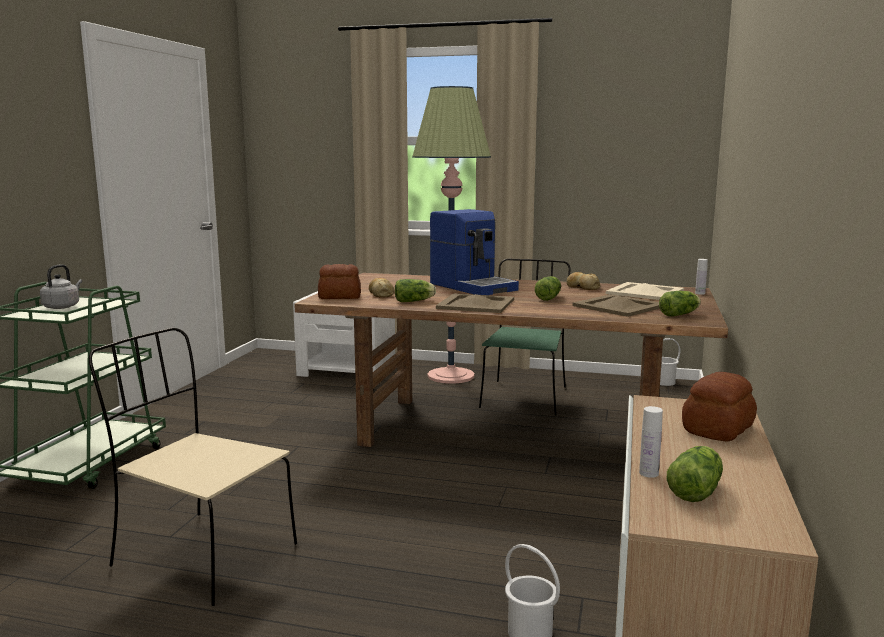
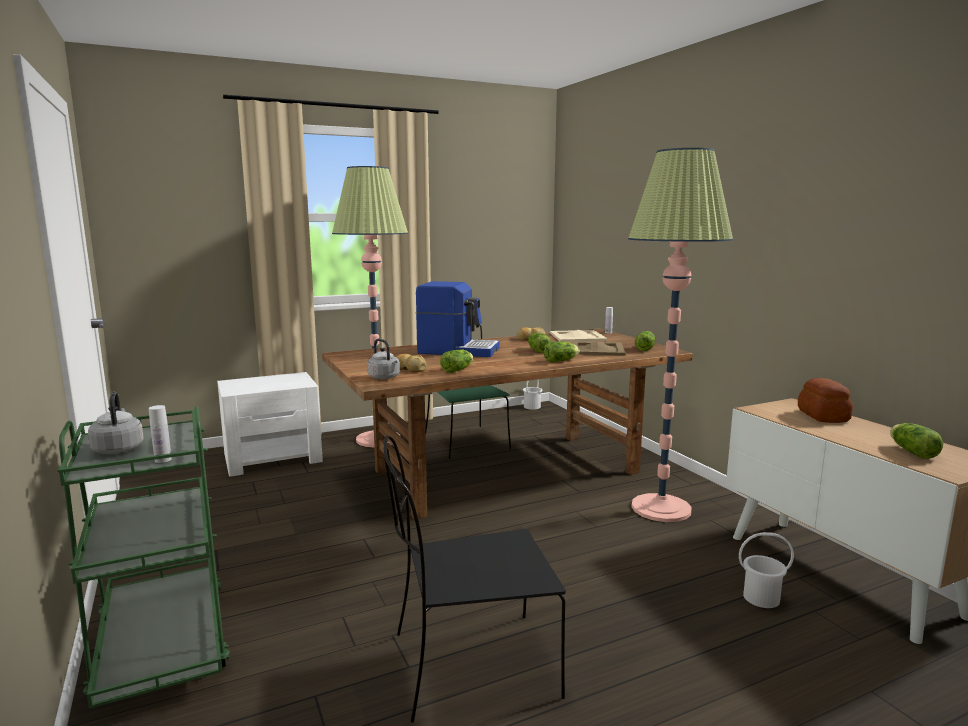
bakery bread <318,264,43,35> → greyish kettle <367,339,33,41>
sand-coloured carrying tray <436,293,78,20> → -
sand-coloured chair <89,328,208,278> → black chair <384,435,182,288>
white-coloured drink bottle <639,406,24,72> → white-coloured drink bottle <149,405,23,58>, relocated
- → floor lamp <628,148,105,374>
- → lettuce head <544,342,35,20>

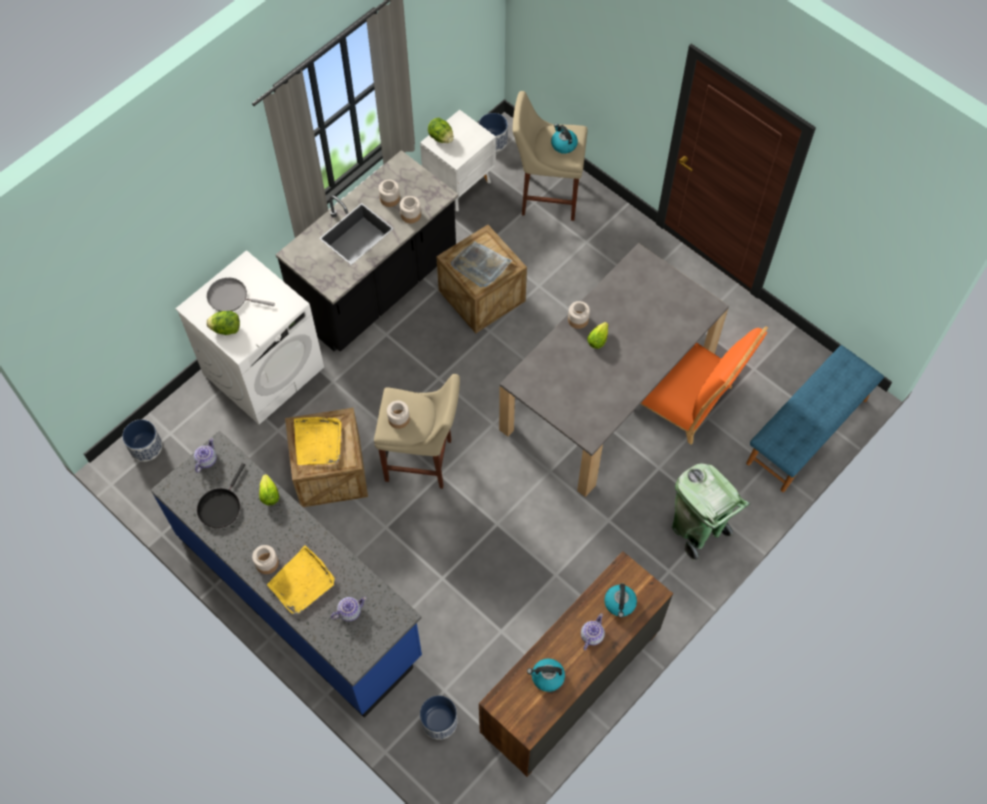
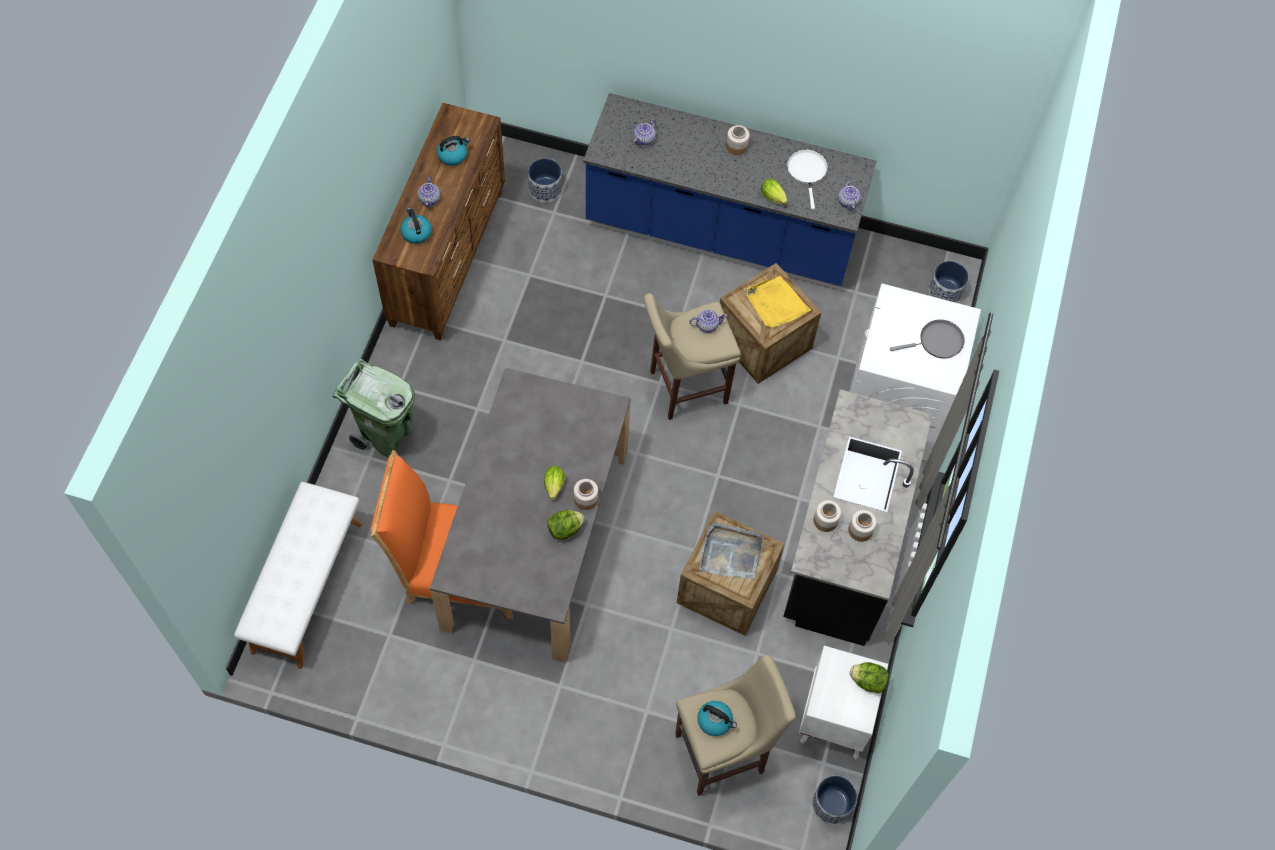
lettuce head <206,311,34,24> → lettuce head <547,510,38,30>, relocated
blue-coloured bench <746,345,138,147> → white-coloured bench <234,482,127,187>
storage jar <387,401,23,28> → pot for tea <689,310,38,23>
black skillet <197,463,48,65> → white-coloured skillet <787,149,41,60>
yellow-coloured carrying tray <267,545,68,69> → -

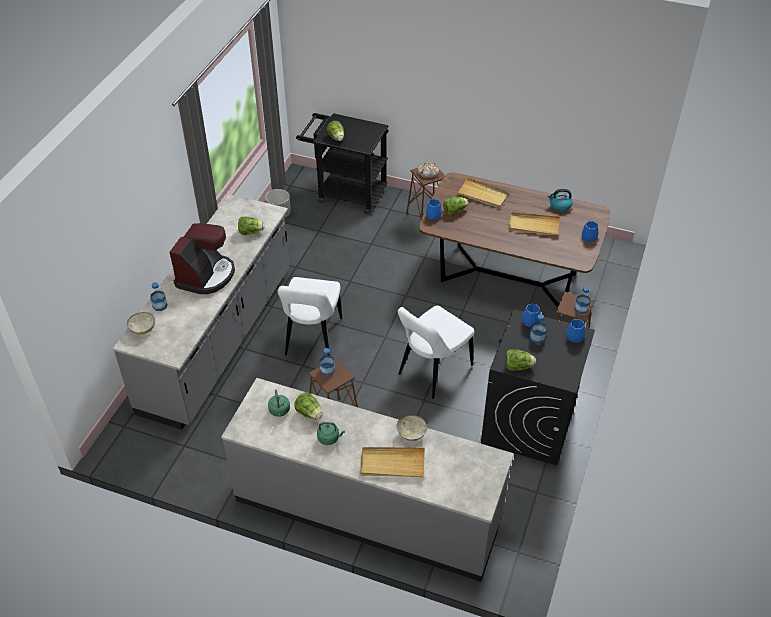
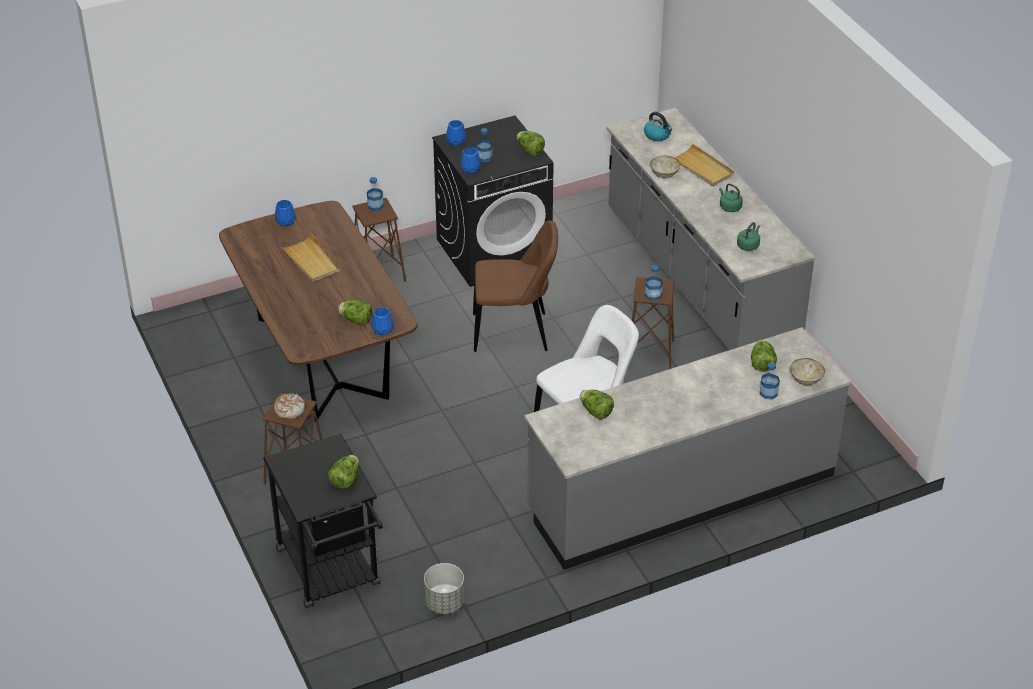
sand-coloured carrying tray <456,177,53,31> → -
kettle <548,189,25,23> → kettle <644,112,28,29>, relocated
coffee maker <169,223,66,71> → -
white-coloured chair <398,306,77,93> → brownish chair <473,220,85,132>
lettuce head <294,392,28,28> → lettuce head <751,340,26,31>, relocated

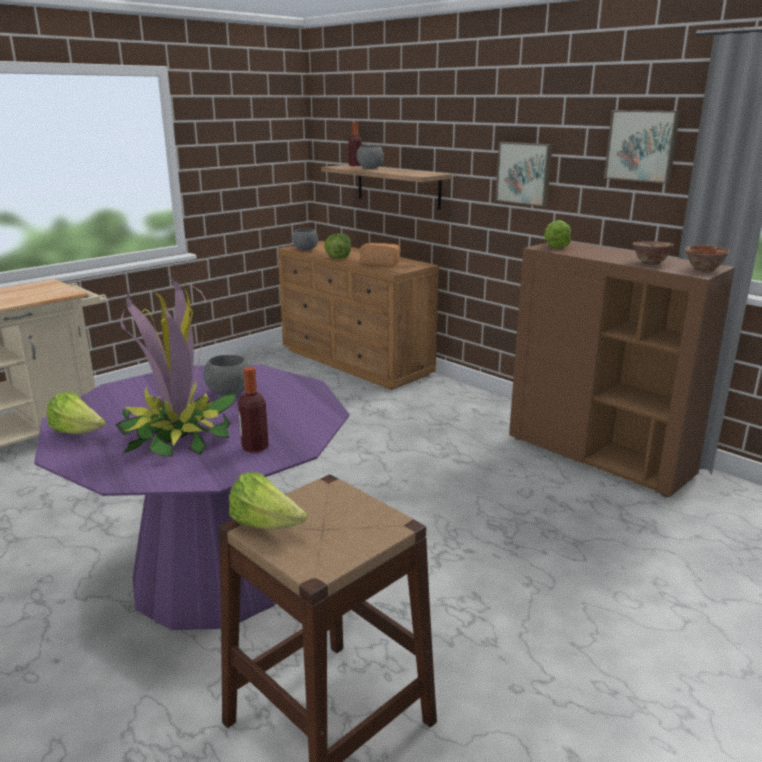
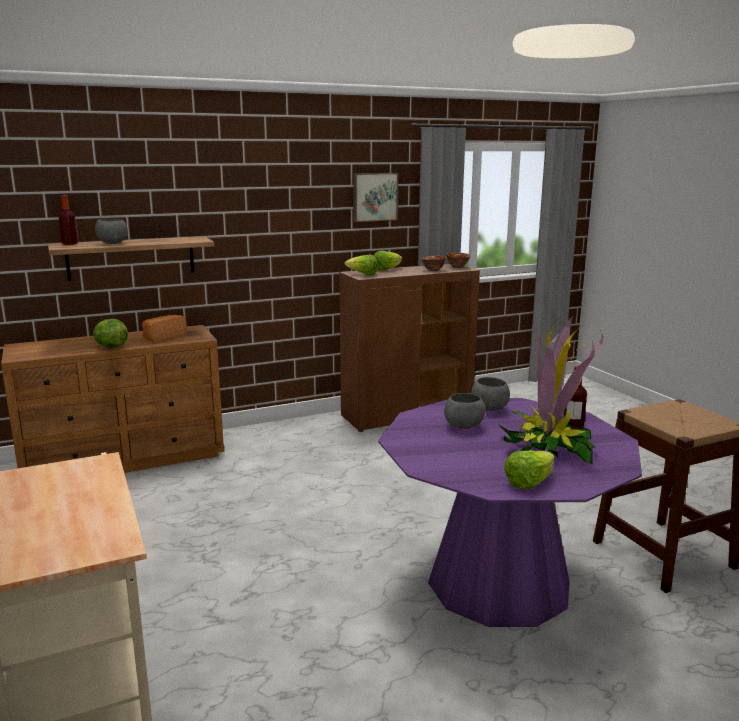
wall picture <495,142,58,65> → -
greyish deep dish <292,228,26,22> → greyish deep dish <471,377,39,34>, relocated
lettuce head <229,472,79,57> → lettuce head <374,251,28,20>, relocated

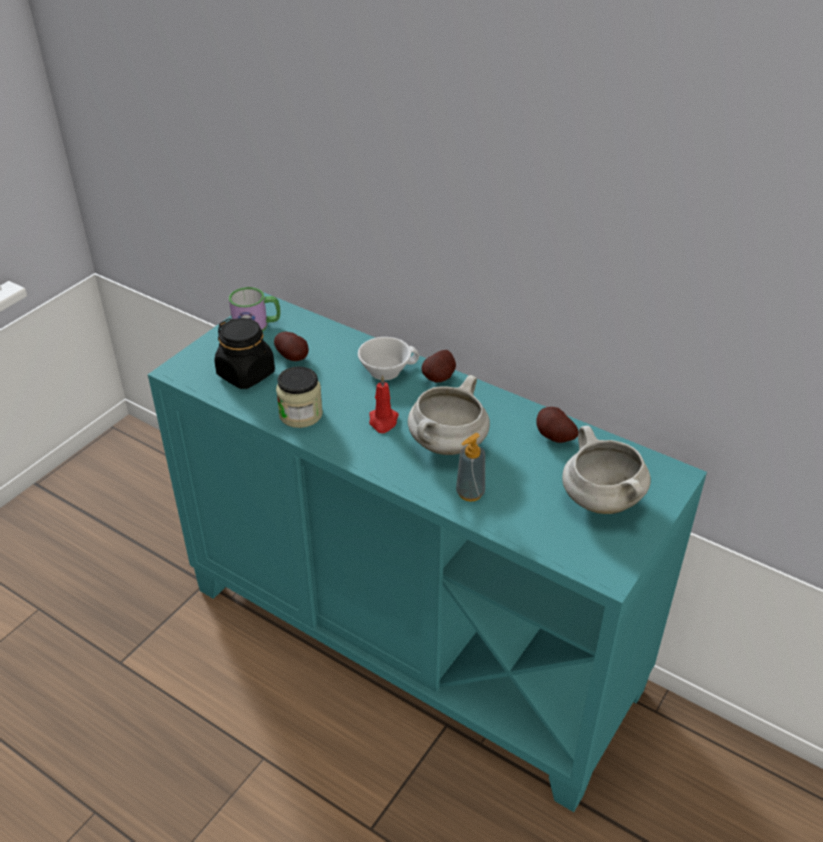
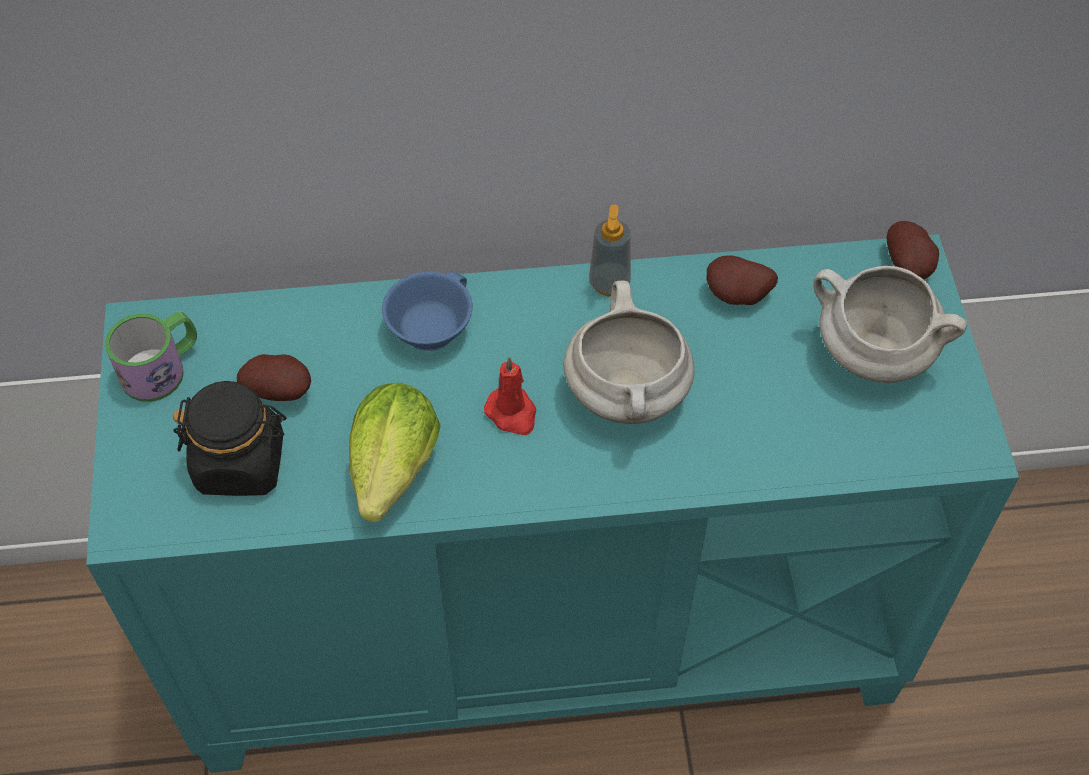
white-coloured drinking cup <358,337,61,43> → blue-coloured drinking cup <382,272,91,79>
potato <422,350,34,33> → potato <887,221,52,58>, relocated
storage jar <276,366,47,62> → lettuce head <349,383,92,139>
liquid soap bottle <456,433,29,69> → liquid soap bottle <589,204,42,92>, relocated

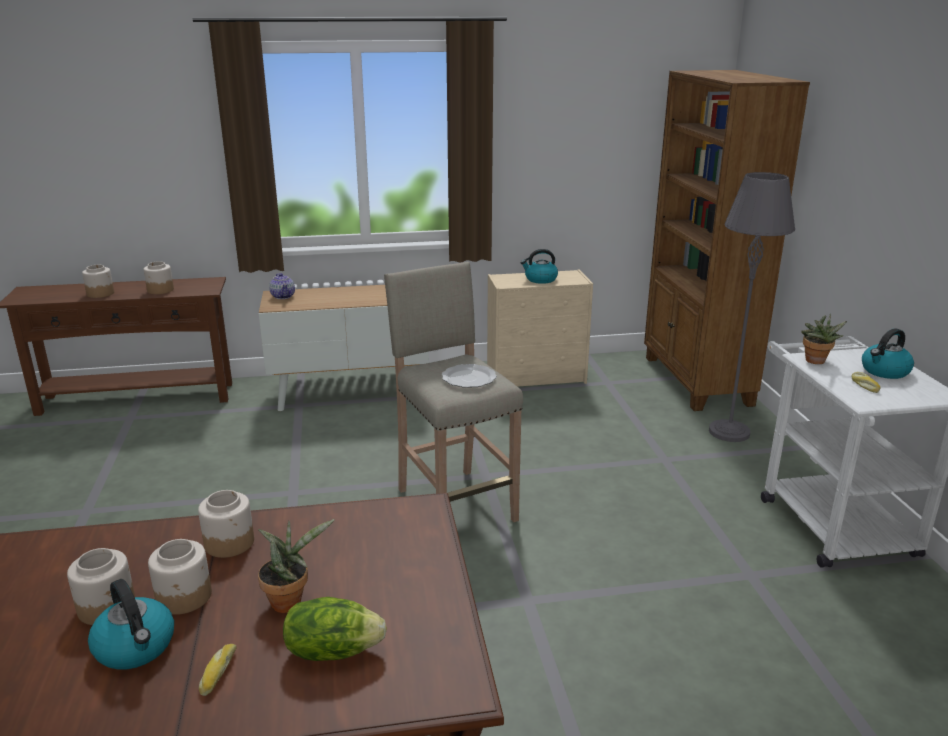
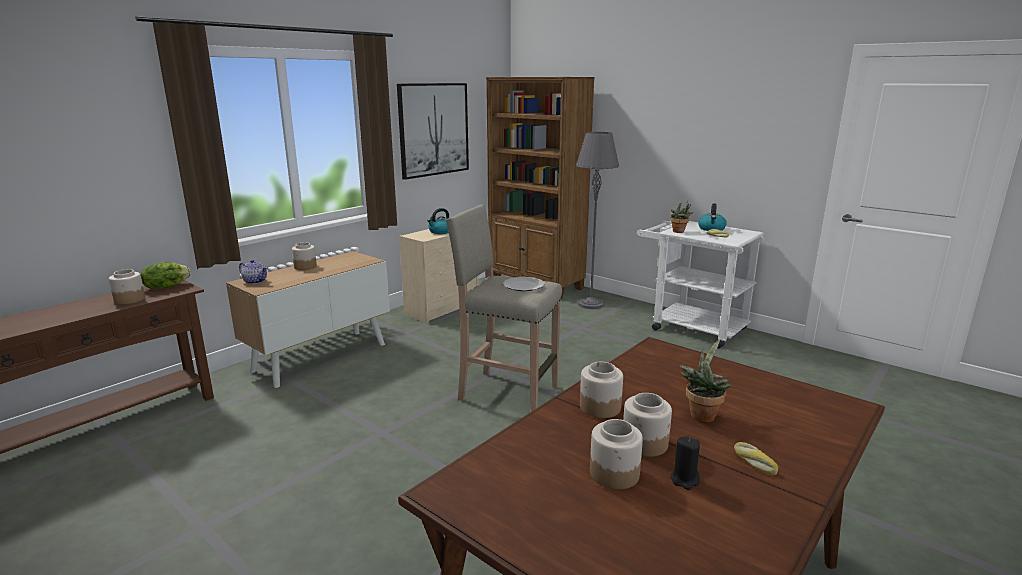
storage jar <82,265,32,33> → storage jar <292,242,25,28>, relocated
kettle <88,579,86,91> → black wax candle <670,436,30,54>
lettuce head <283,597,104,64> → lettuce head <141,262,50,27>, relocated
- → wall picture <397,83,72,97>

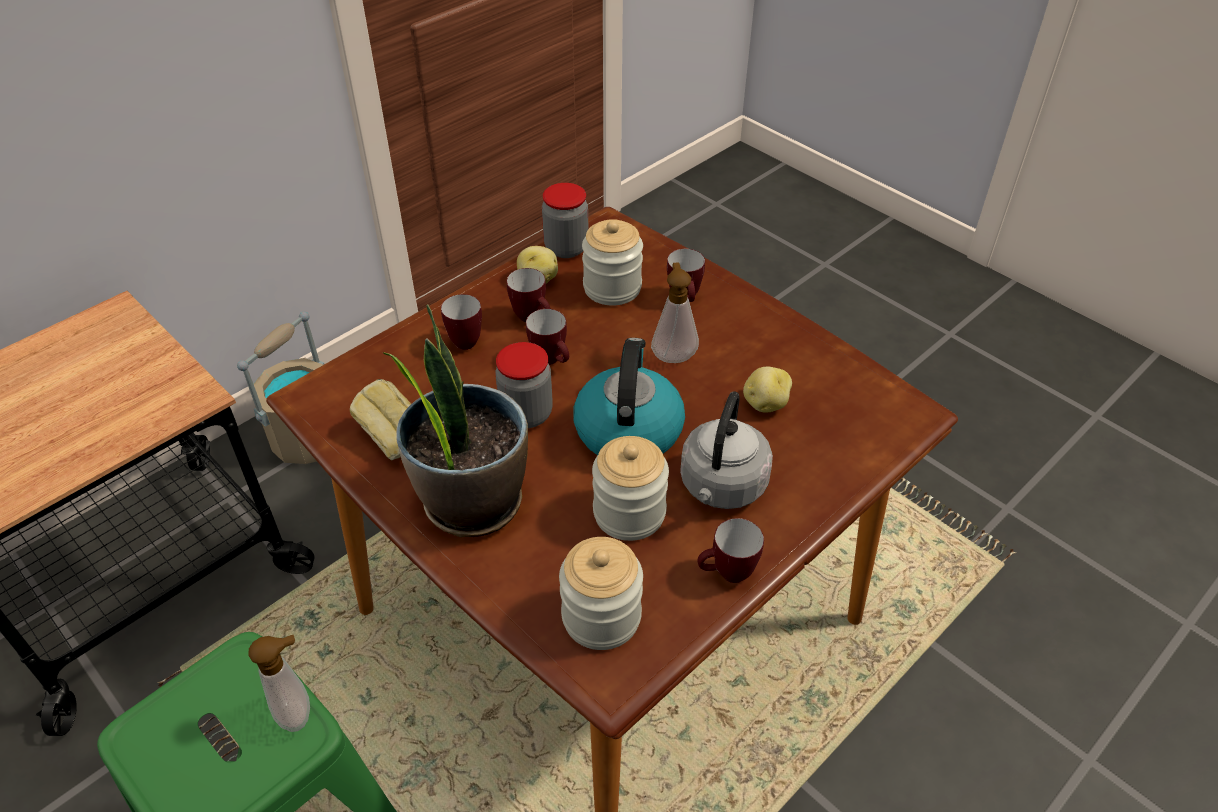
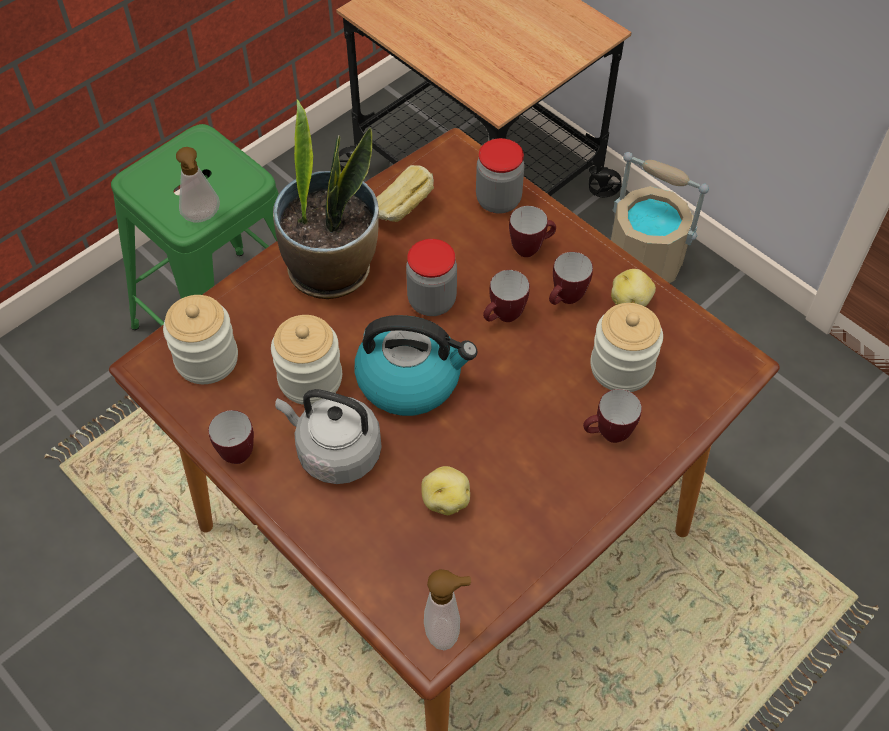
storage jar <542,183,46,75> → storage jar <476,138,49,76>, relocated
liquid soap bottle <651,263,48,100> → liquid soap bottle <424,569,47,82>, relocated

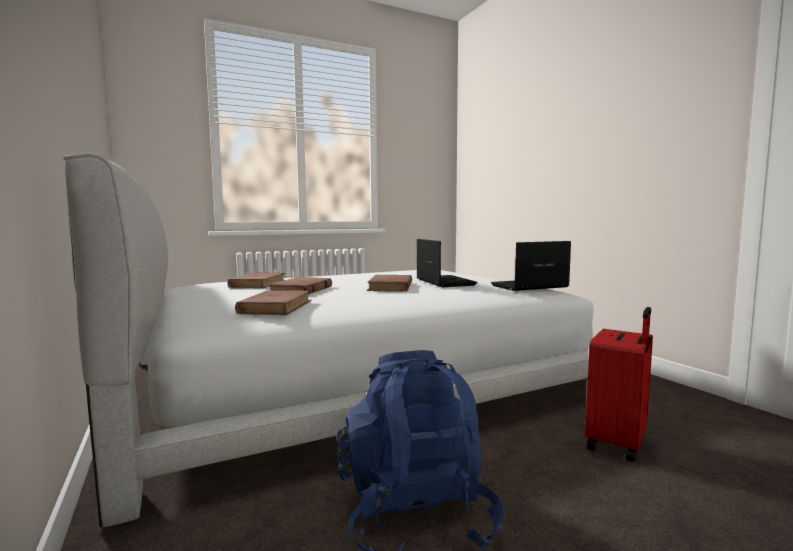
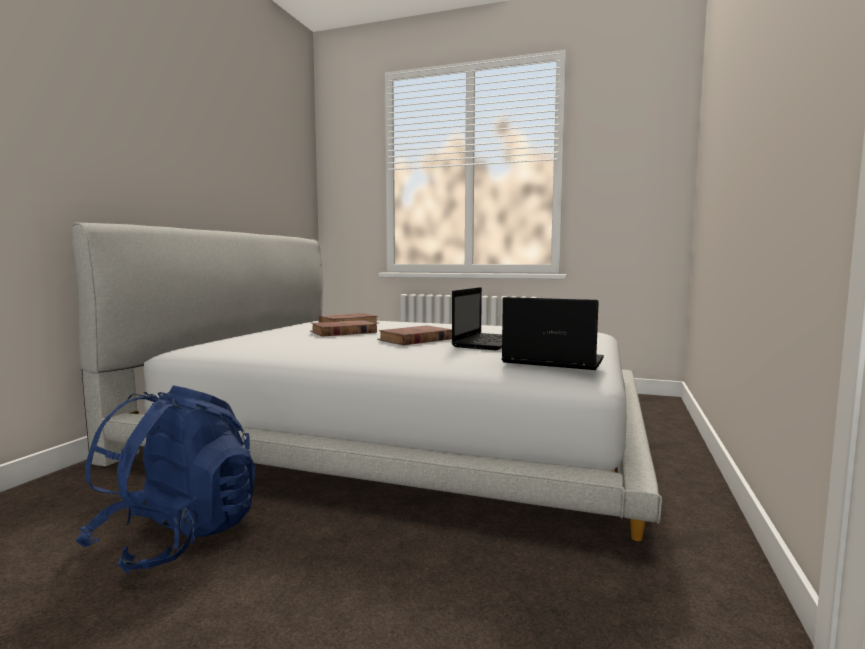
brownish book <235,290,77,25> → -
red travel case <585,307,68,155> → -

